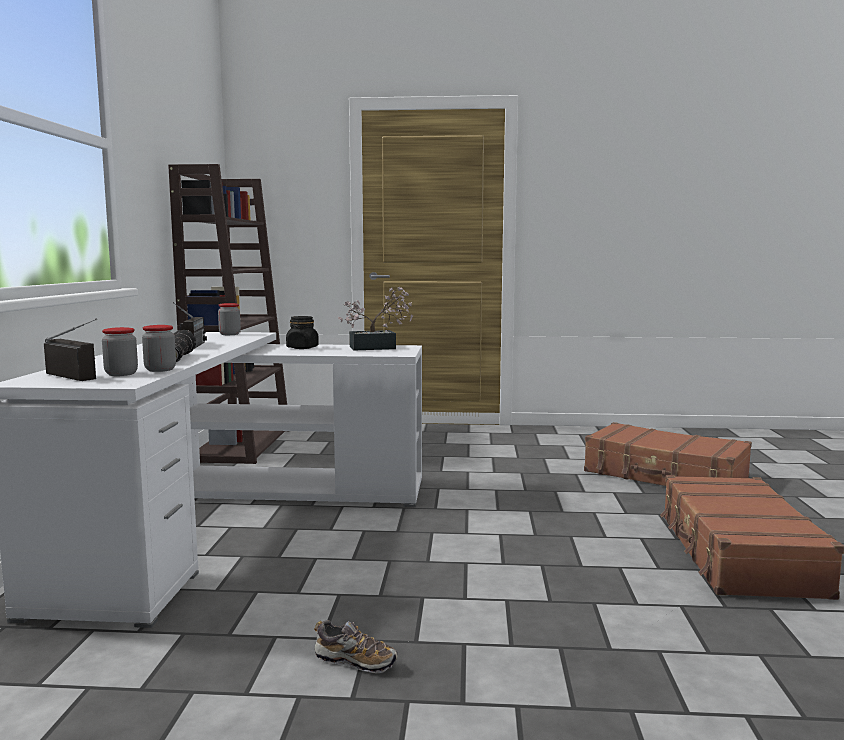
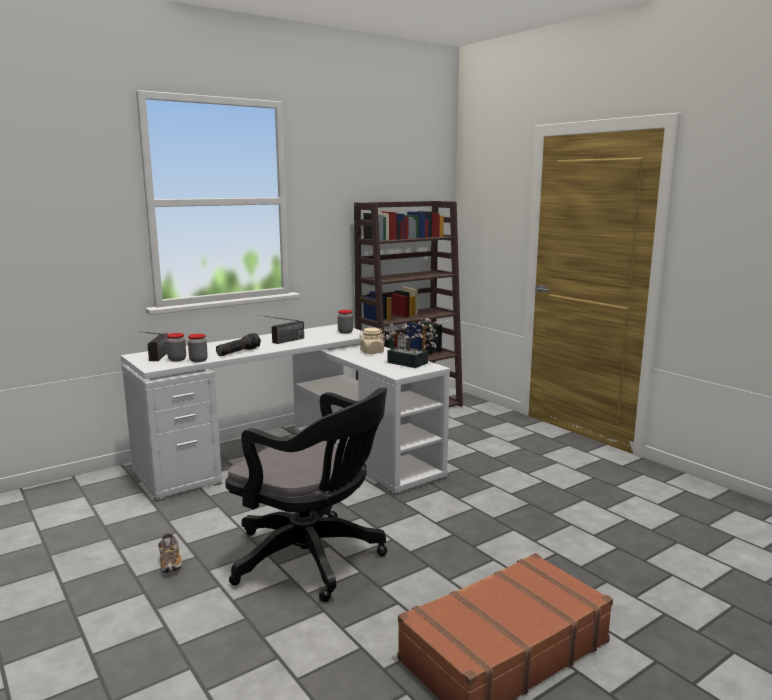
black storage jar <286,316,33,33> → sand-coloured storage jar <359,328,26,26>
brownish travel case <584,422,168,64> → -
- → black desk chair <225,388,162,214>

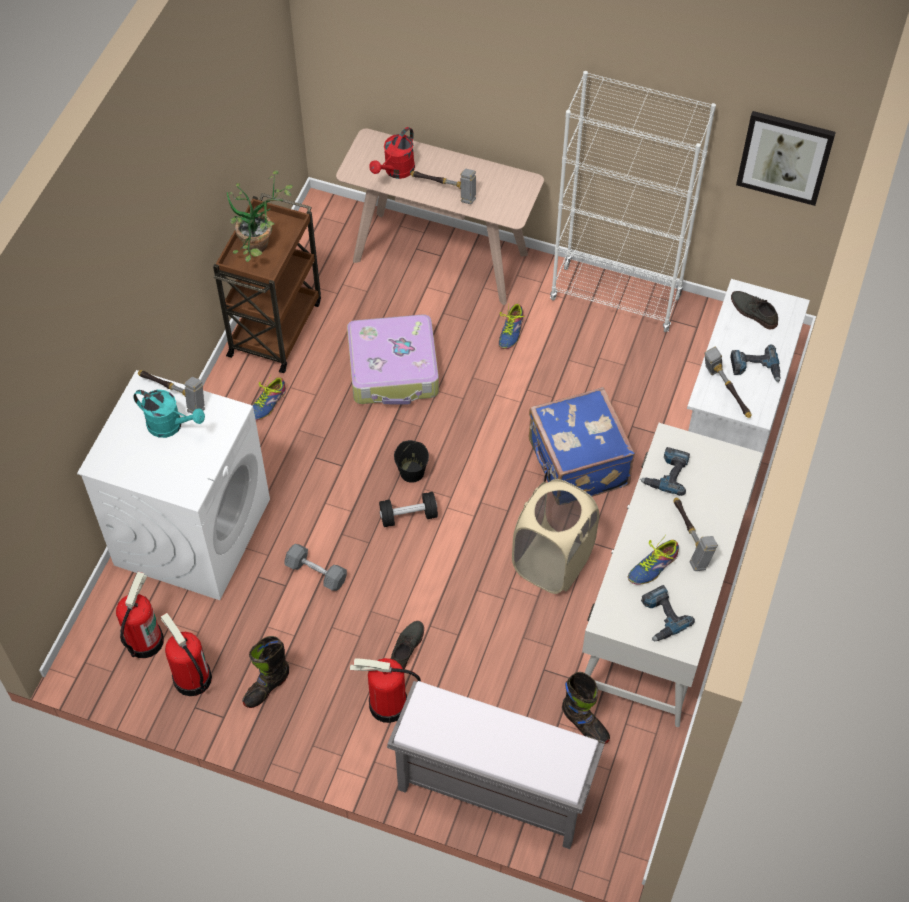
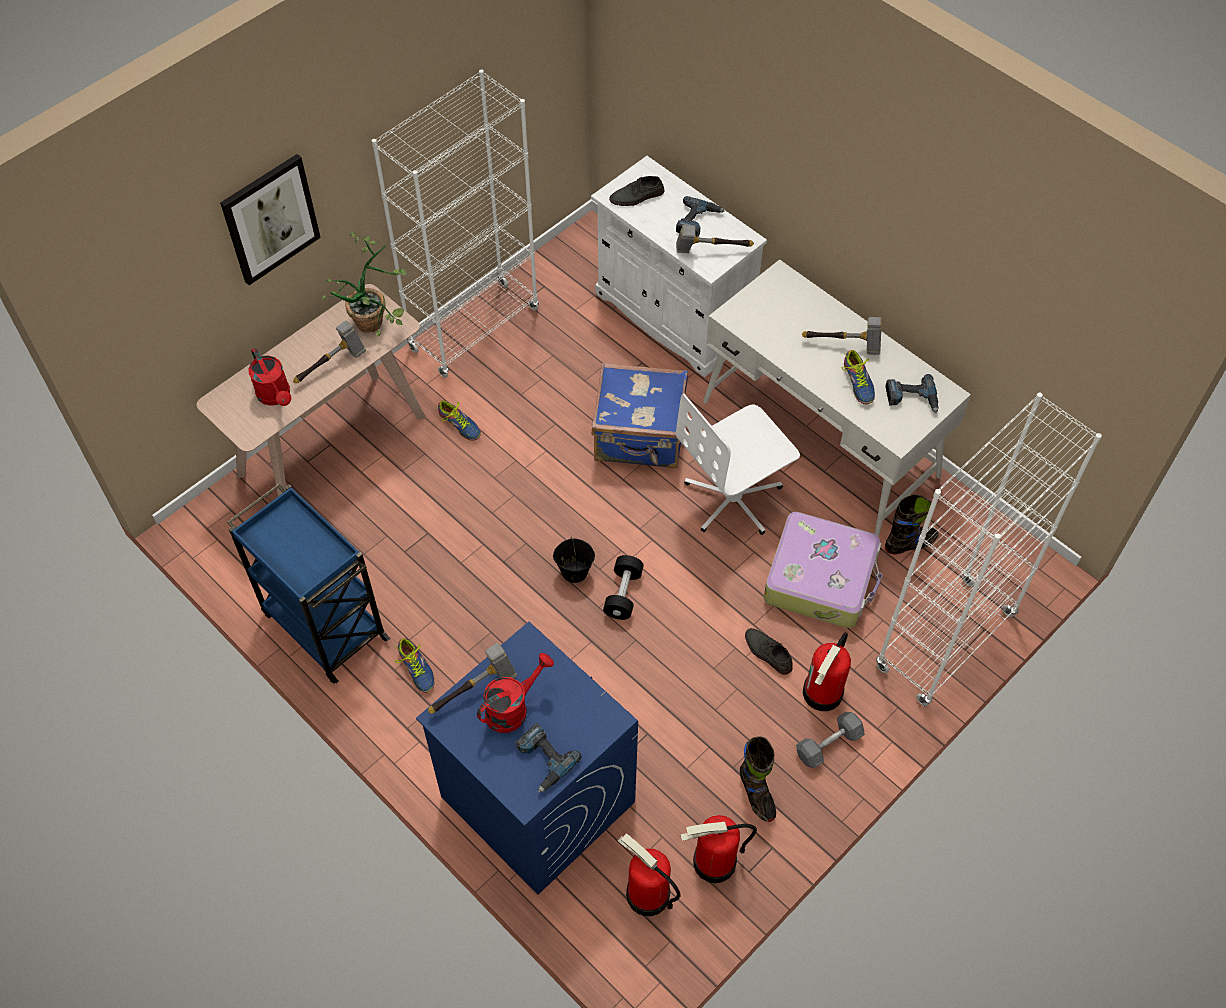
wall picture <736,111,100,95> → wall picture <220,154,101,131>, relocated
houseplant <227,170,66,92> → houseplant <322,232,85,105>, relocated
brownish cart <213,193,108,180> → blue-coloured cart <227,483,164,201>
travel case <347,314,92,90> → travel case <764,512,118,116>, relocated
white-coloured washing machine <77,370,193,230> → blue-coloured washing machine <416,622,222,273>
turquoise sprinkling can <133,390,72,48> → red sprinkling can <477,653,77,80>
power drill <640,447,50,49> → power drill <515,723,66,70>, relocated
sand-coloured hamper <512,479,87,115> → white-coloured desk chair <676,394,124,141>
greyish hand weight <284,544,63,47> → greyish hand weight <796,712,69,56>, relocated
greyish bench <387,681,217,168> → white-coloured shelving unit <876,392,226,315>

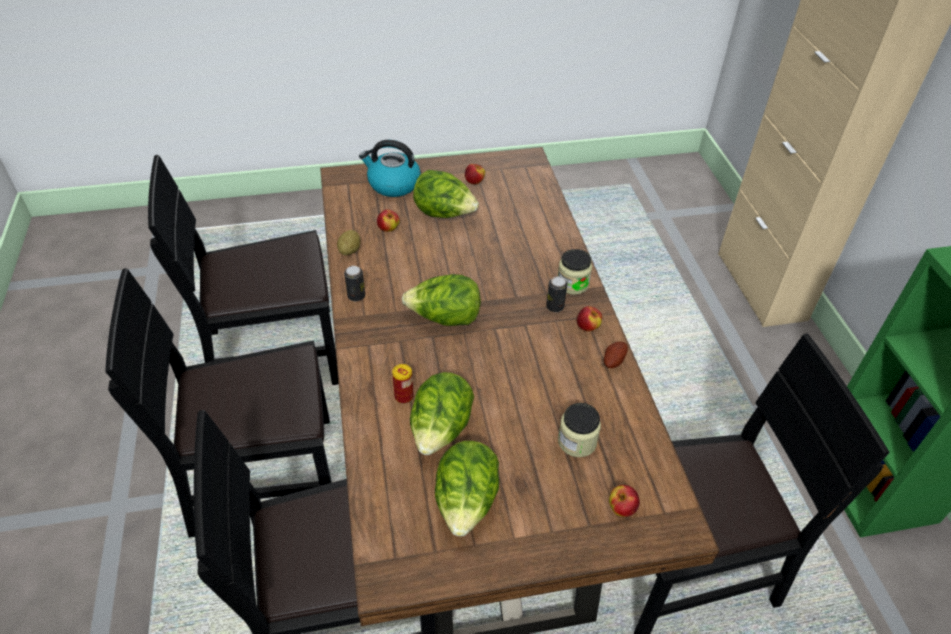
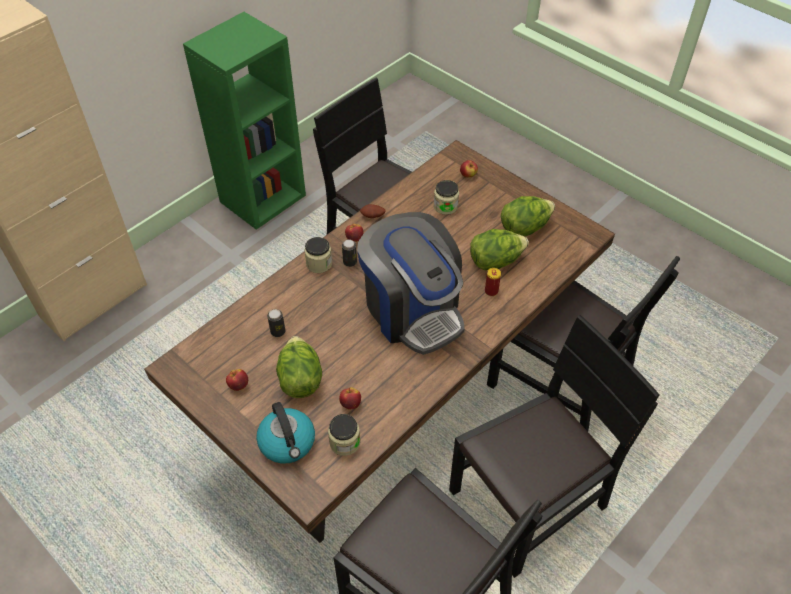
potato <337,230,23,25> → -
metal can <344,266,21,35> → metal can <267,309,18,28>, relocated
black chair <105,268,227,270> → black chair <449,315,211,263>, 75 degrees counterclockwise
lettuce head <402,274,79,52> → coffee maker <357,212,108,143>
- → storage jar <328,414,32,42>

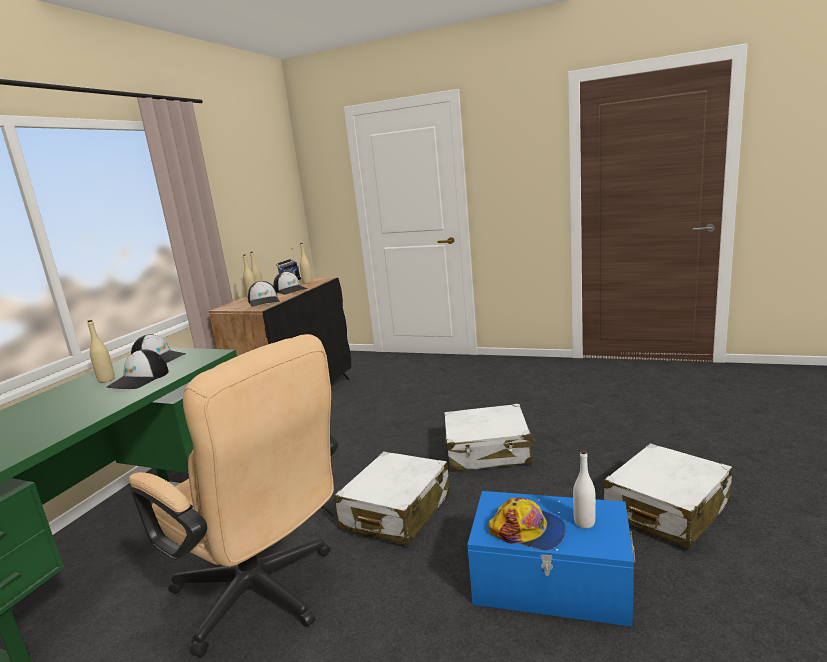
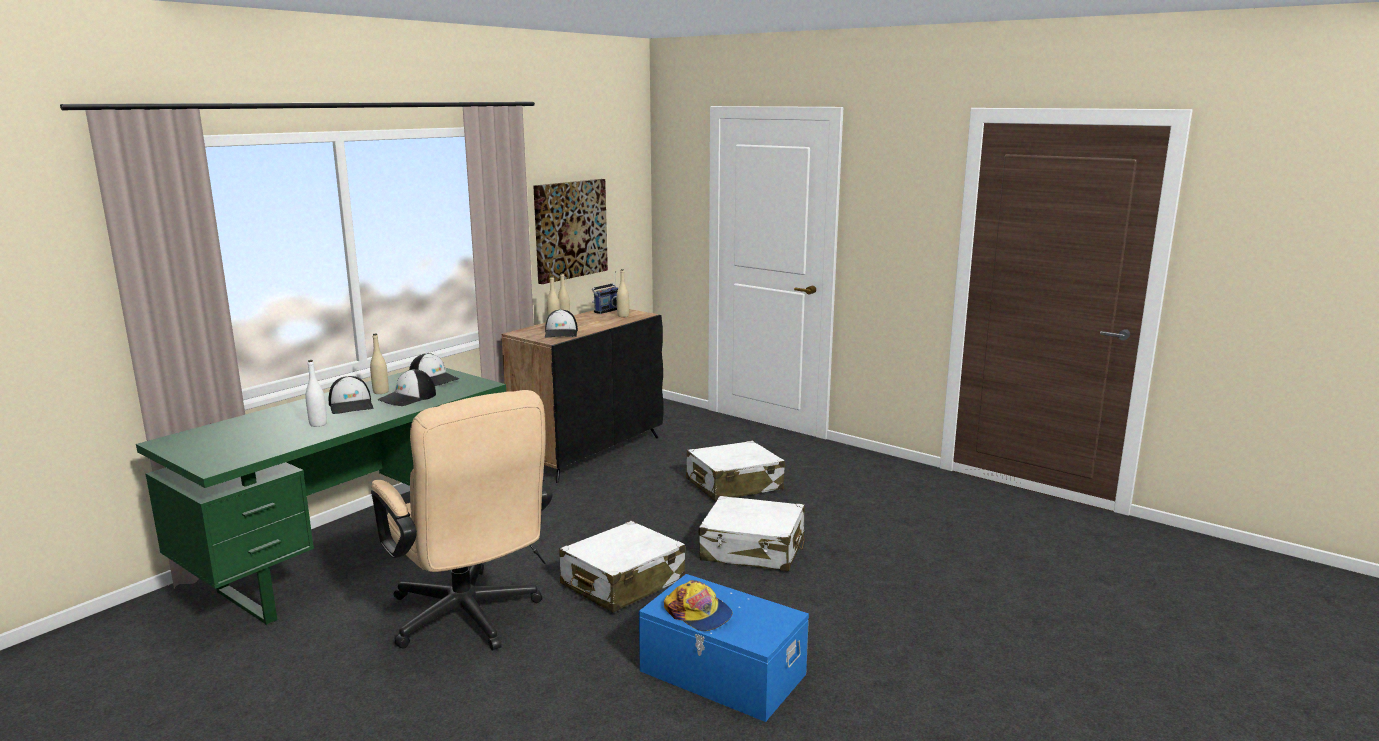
baseball cap <273,272,35,23> → baseball cap <328,376,45,38>, relocated
white-coloured travel case <604,443,128,107> → white-coloured travel case <686,441,99,60>, relocated
white-coloured drink bottle <573,450,23,78> → white-coloured drink bottle <305,360,22,67>, relocated
- → wall picture <533,179,75,105>

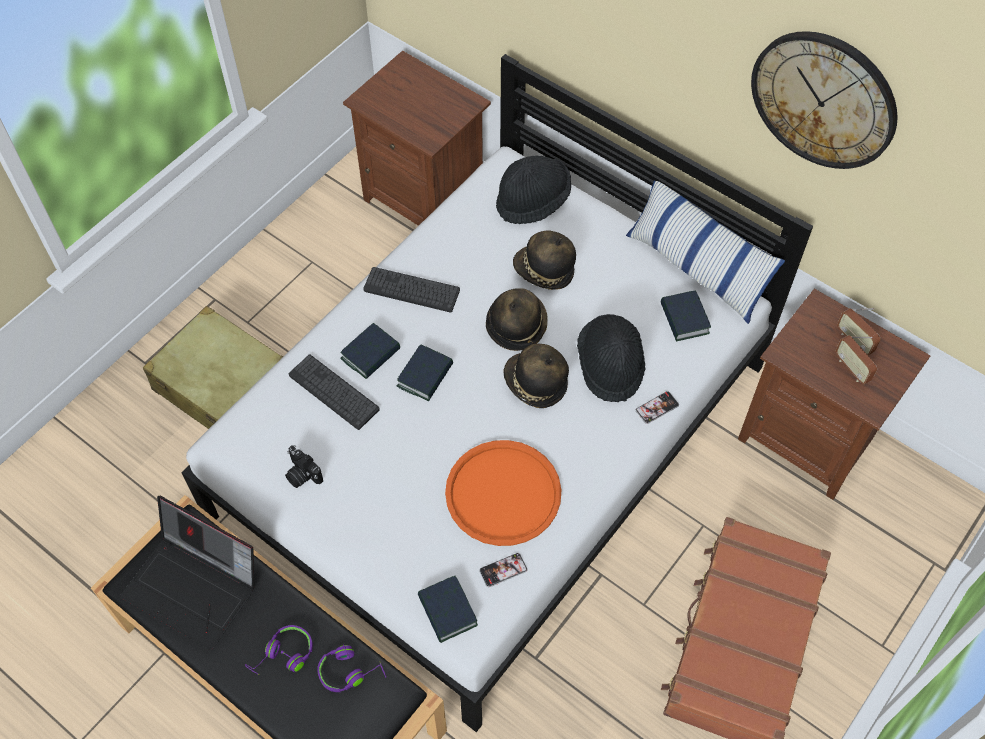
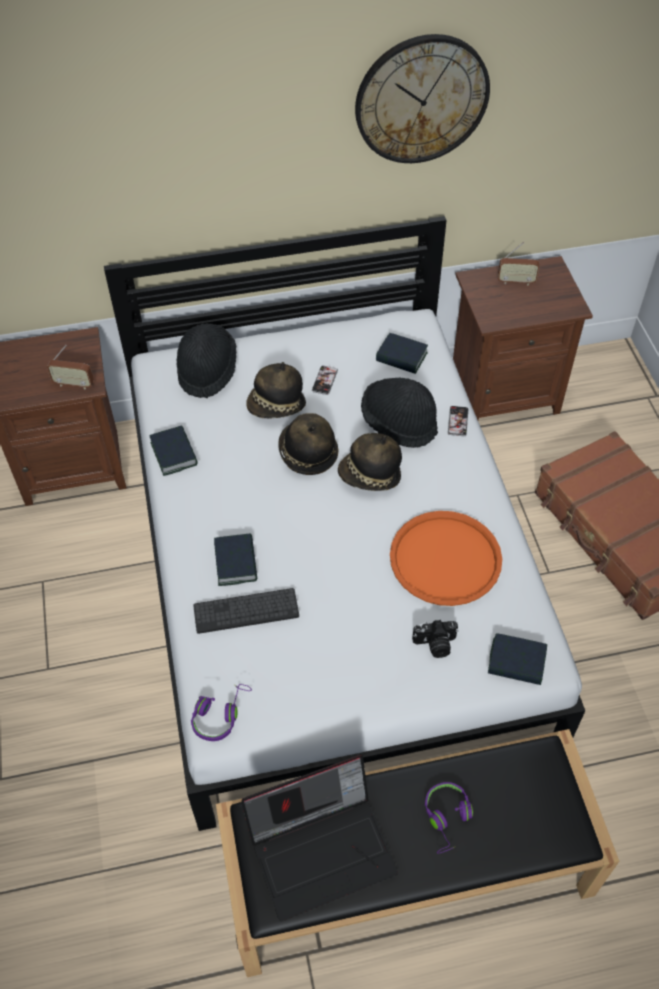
pillow <626,181,159,143> → -
PC keyboard <363,267,97,45> → -
sand-coloured travel case <143,306,140,123> → -
radio receiver <836,335,41,50> → radio receiver <47,345,47,45>, relocated
book <397,344,56,57> → book <149,425,49,51>, relocated
still camera <285,445,38,43> → still camera <412,620,47,38>, relocated
handset <479,553,48,34> → handset <312,365,26,30>, relocated
purple-coloured headphones <317,644,69,48> → purple-coloured headphones <191,684,61,57>, relocated

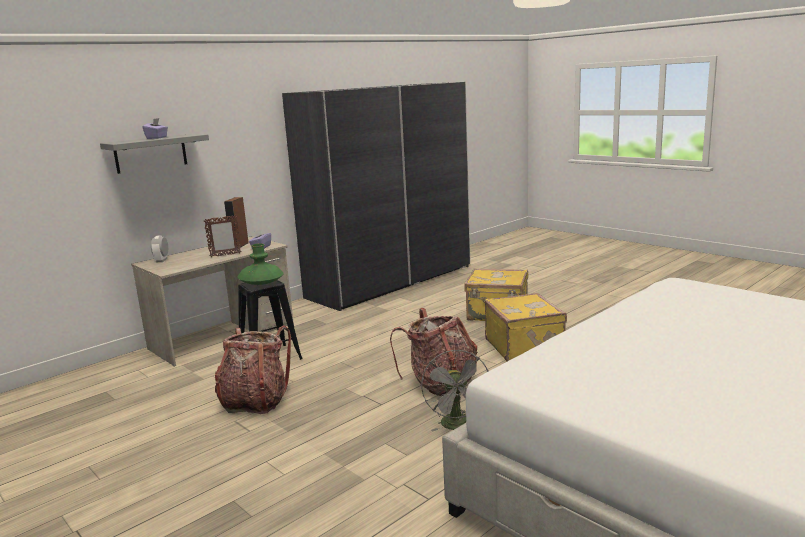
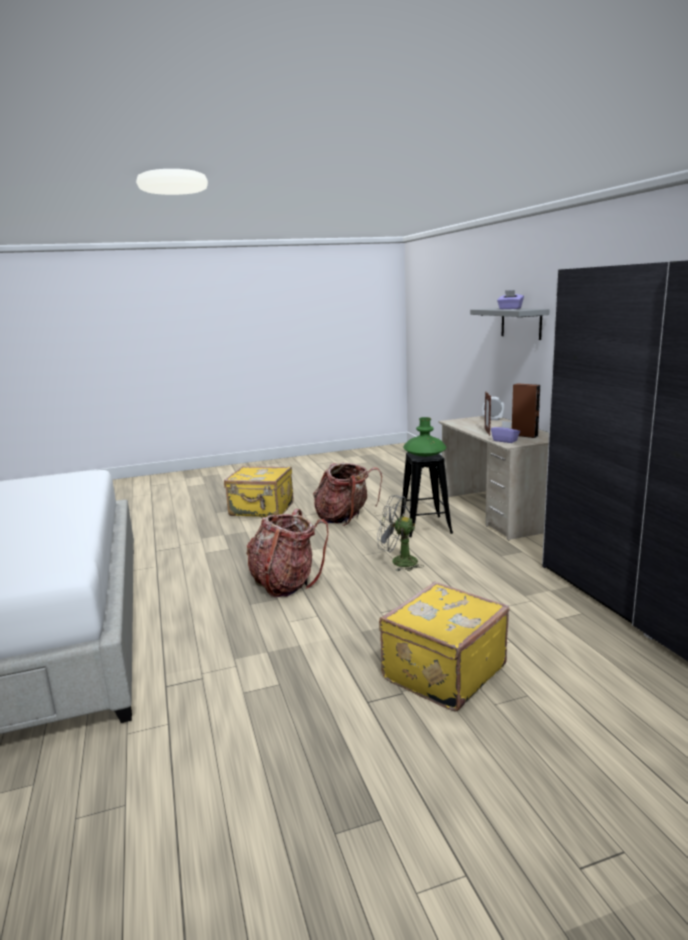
yellow-coloured travel case <485,293,82,68> → yellow-coloured travel case <224,466,70,51>, relocated
greyish cooling fan <421,350,67,82> → greyish cooling fan <377,495,47,76>, relocated

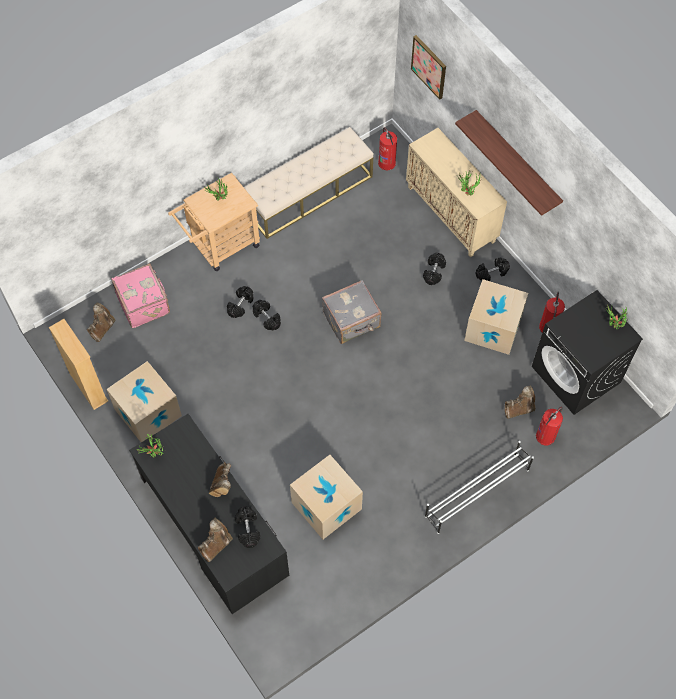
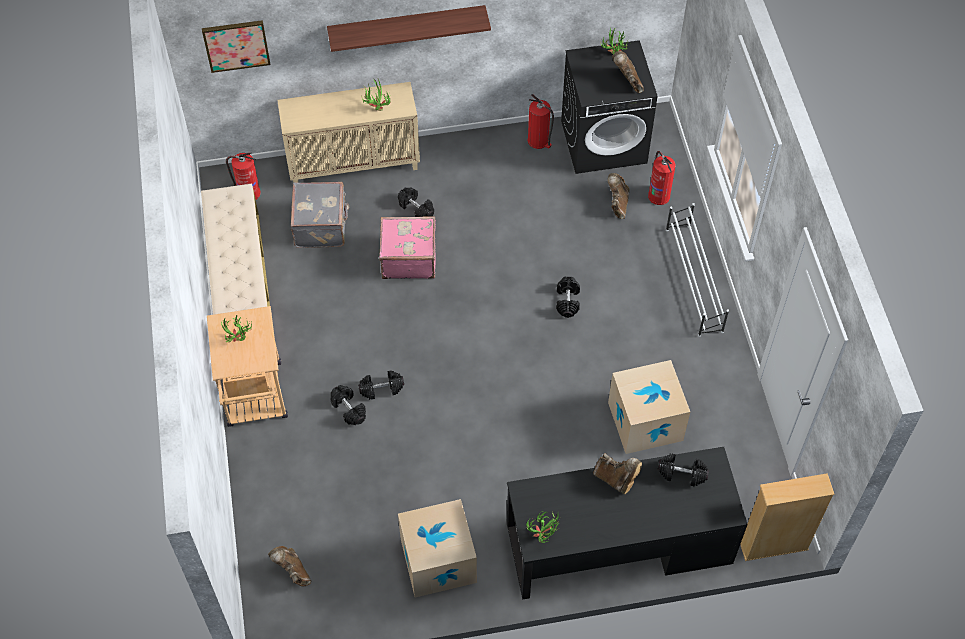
black hand weight <475,258,35,23> → black hand weight <556,276,24,42>, relocated
pink-coloured travel case <111,263,59,65> → pink-coloured travel case <379,216,57,63>, relocated
carton <464,279,64,76> → -
greyish travel case <322,280,60,64> → greyish travel case <291,182,59,66>, relocated
sand-coloured shelving unit <49,319,59,91> → sand-coloured shelving unit <740,473,95,88>, relocated
brownish boot <198,518,35,44> → brownish boot <612,51,32,42>, relocated

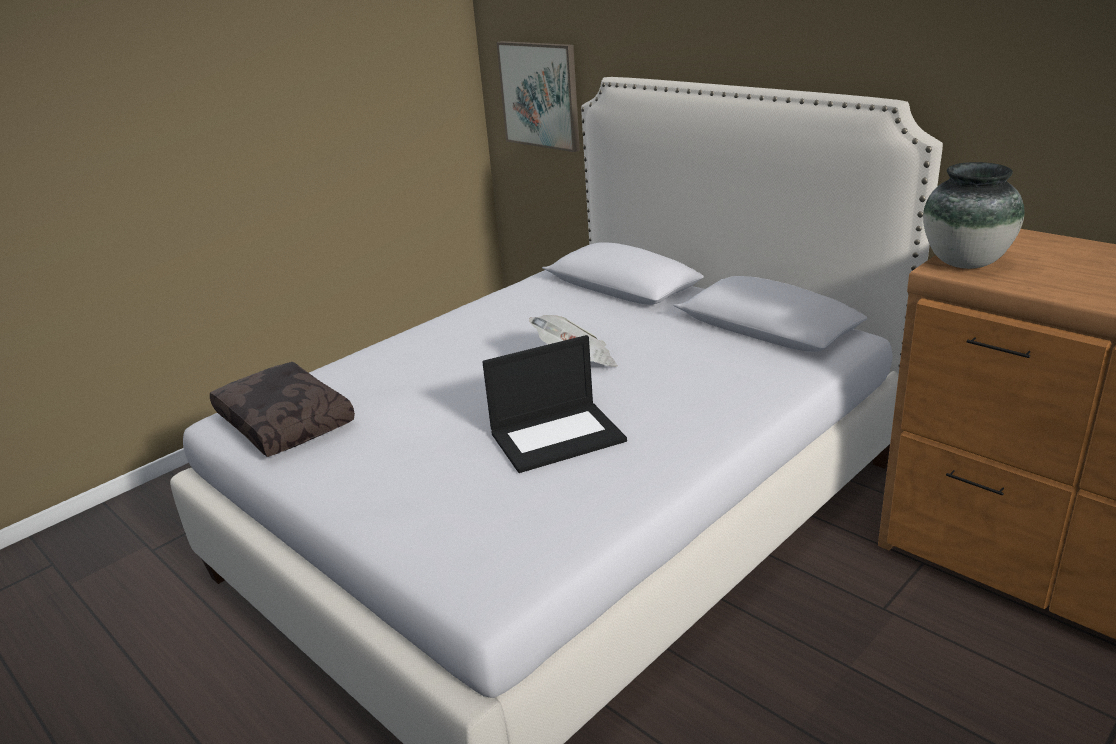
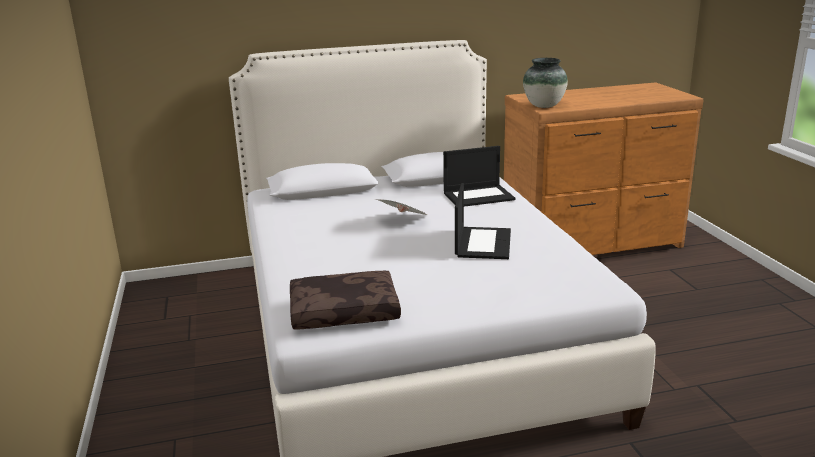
wall picture <496,41,84,111> → -
- → portable computer <443,146,72,61>

